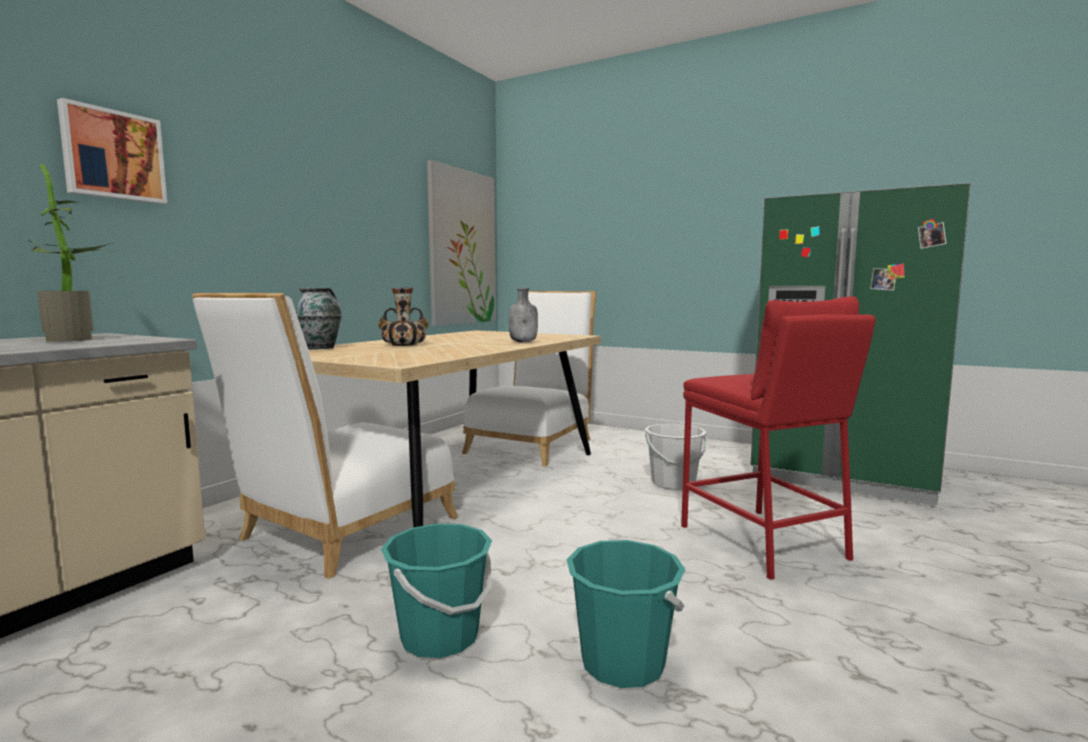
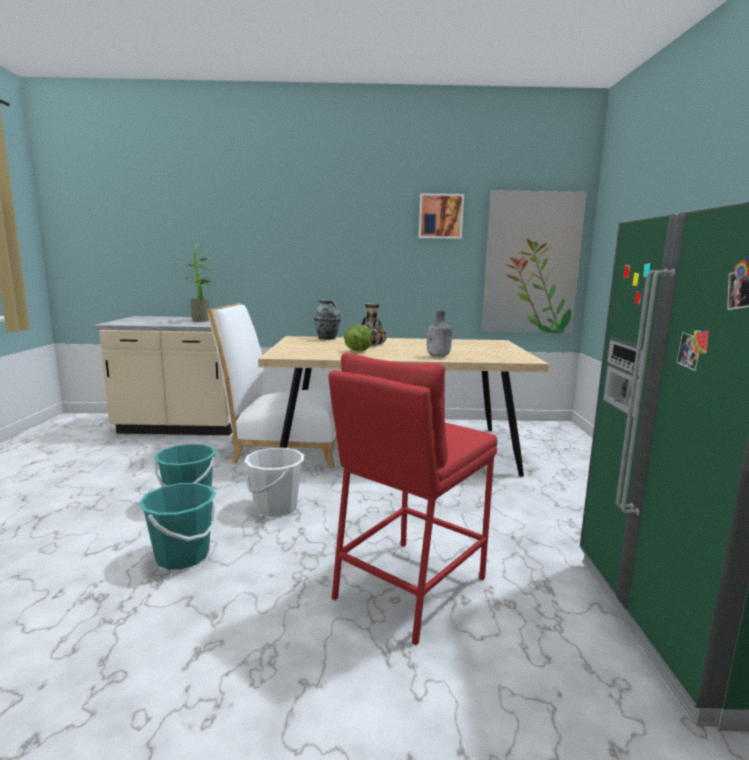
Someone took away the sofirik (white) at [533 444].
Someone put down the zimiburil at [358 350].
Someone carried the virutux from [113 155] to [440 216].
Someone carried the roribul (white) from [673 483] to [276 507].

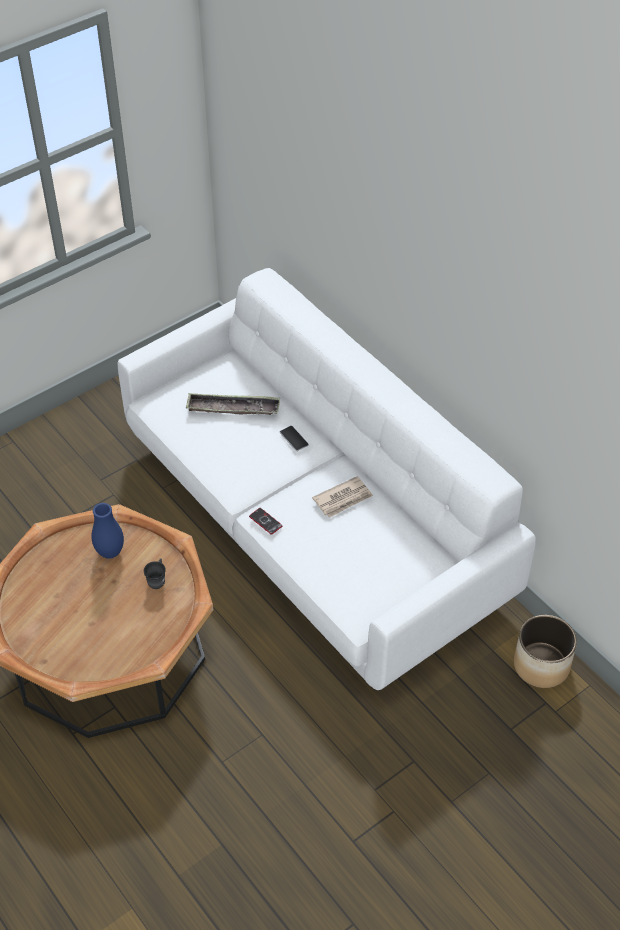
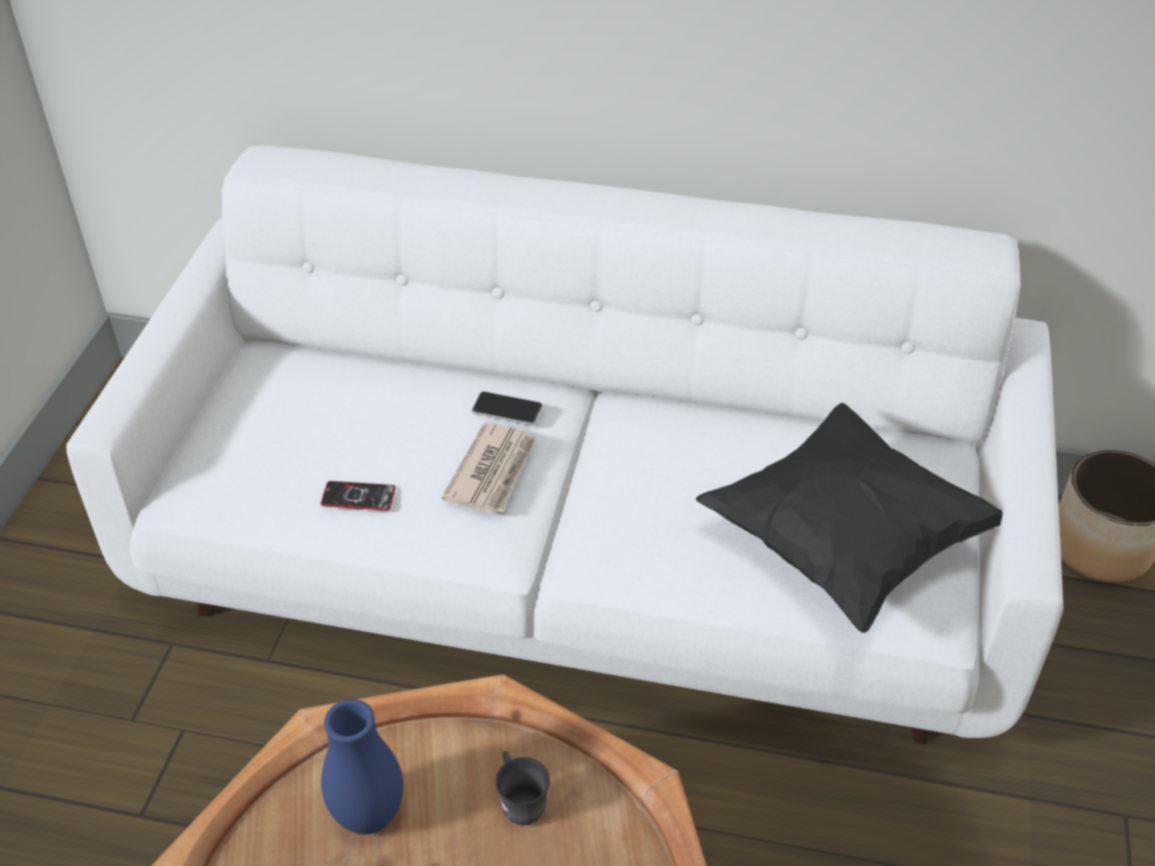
Someone took away the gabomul at [233 408].
Someone put down the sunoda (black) at [844 543].
Someone carried the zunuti from [265 521] to [358 497].
Someone carried the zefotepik from [343 499] to [493 471].

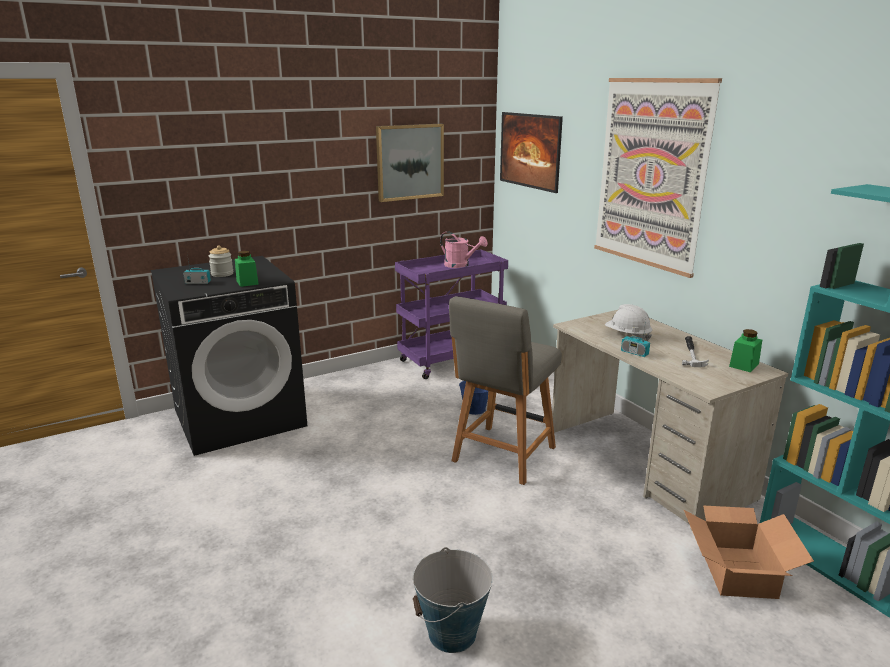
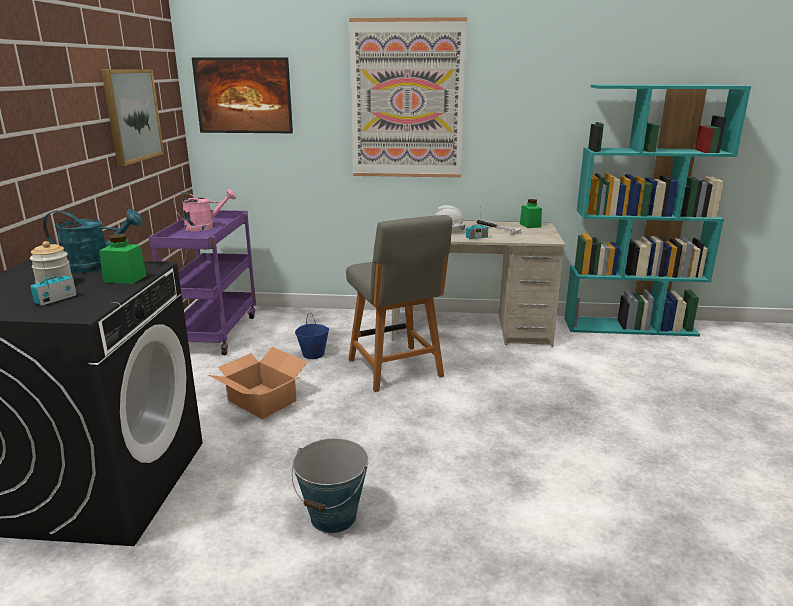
Someone put down the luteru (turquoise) at [96 266].
Someone carried the roribul from [452 633] to [333 517].
Someone carried the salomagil from [738 571] to [262 400].

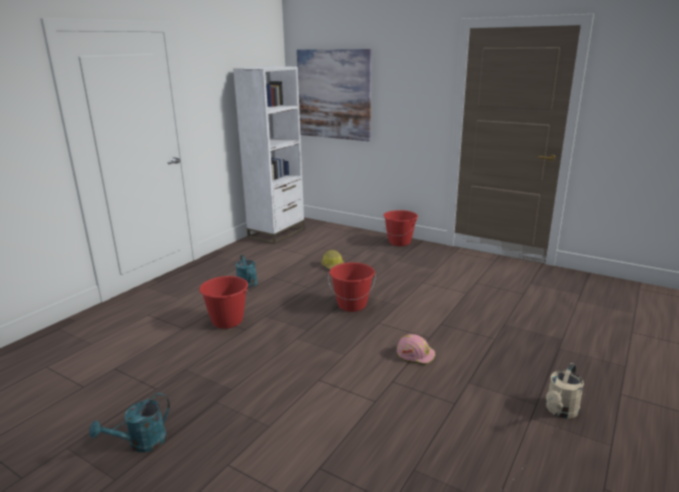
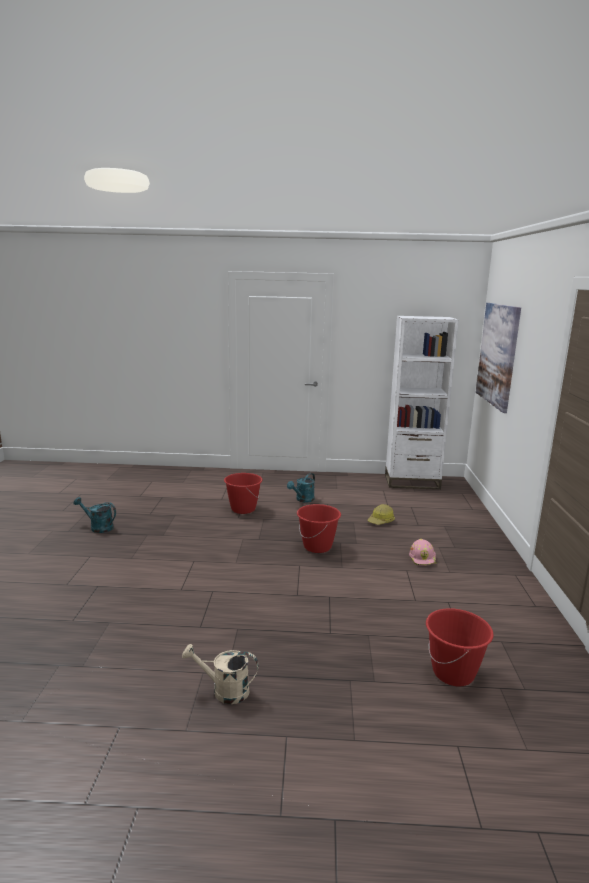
Someone carried the roribul (red) from [399 242] to [453 673].
Someone carried the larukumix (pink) from [415 355] to [423 559].

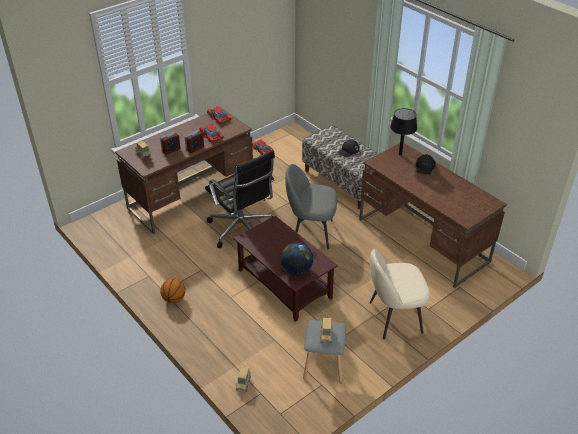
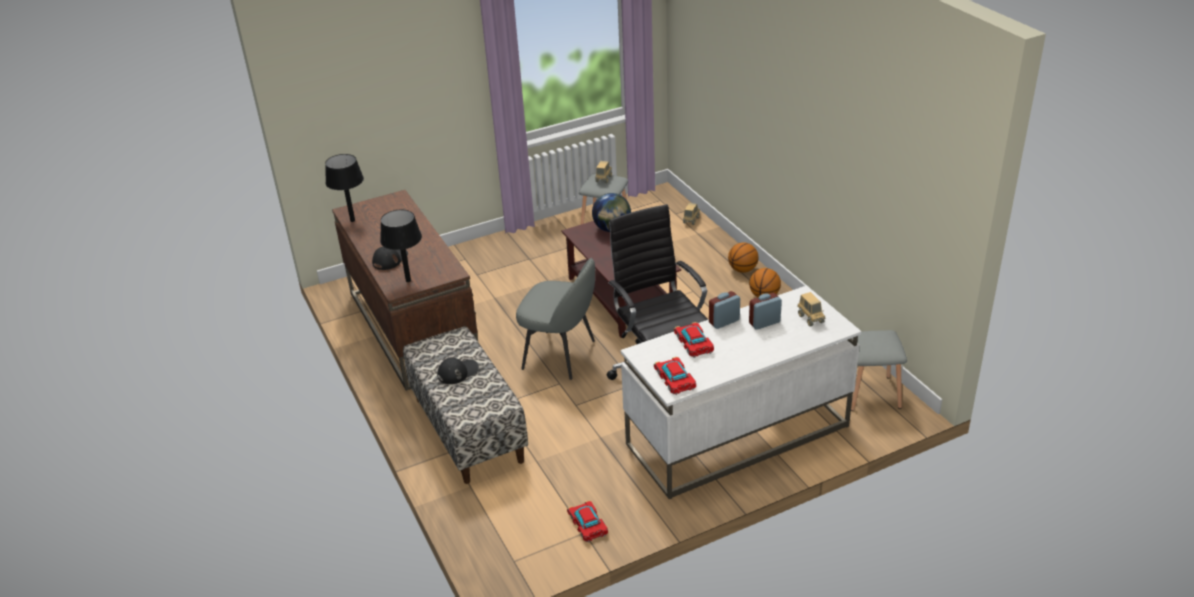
Someone took away the sofirik (beige) at [393 317].
Someone put down the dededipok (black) at [352 220].
Someone put down the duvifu at [742 270].
Someone put down the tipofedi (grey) at [869 392].
Someone repainted the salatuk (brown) at [192 196], which became the salatuk (white) at [736 436].

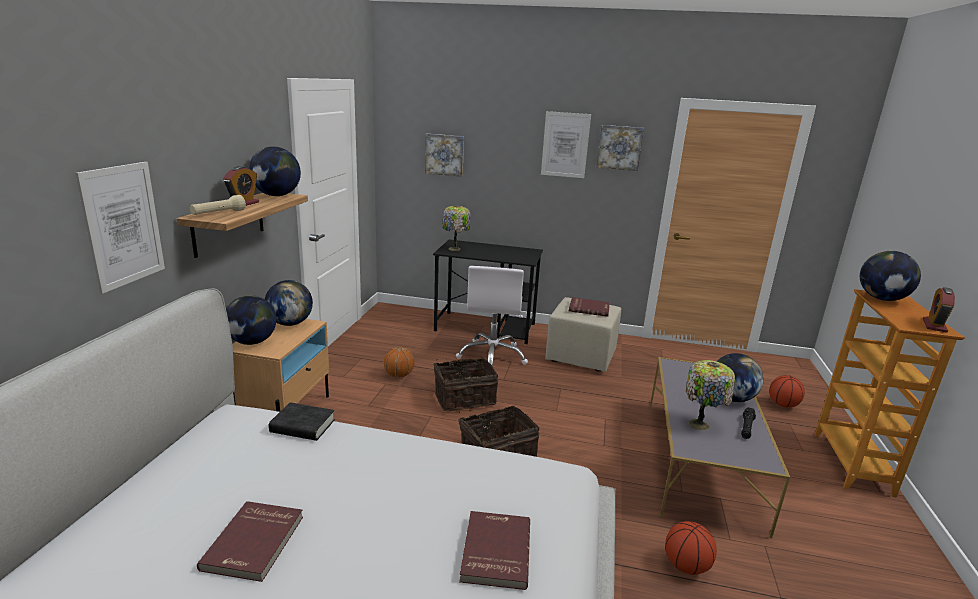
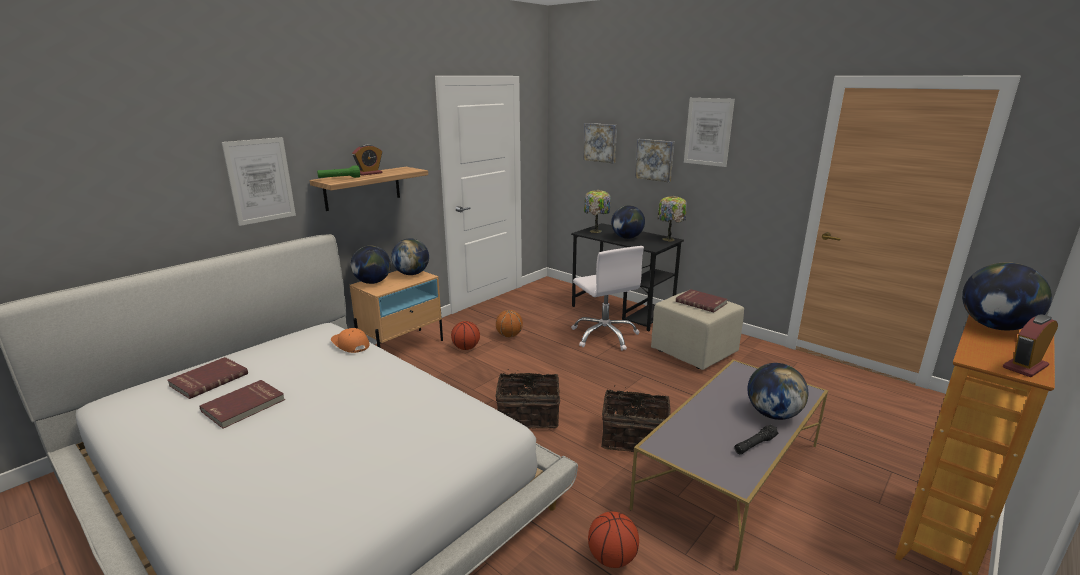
Someone carried the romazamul from [277 195] to [627 238].
Someone carried the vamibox from [464 398] to [634 437].
Someone carried the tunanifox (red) from [494 551] to [208 379].
Someone carried the virutux from [619 147] to [655 160].
Someone carried the dededipok from [700 424] to [669 239].
Someone carried the duvifu from [783 405] to [466 348].
Someone swapped the tunanifox (black) at [302 426] for the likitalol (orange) at [350 345].
Someone repainted the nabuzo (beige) at [218 213], which became the nabuzo (green) at [339 178].
Someone rotated the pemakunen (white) at [492 356] by 60 degrees counterclockwise.

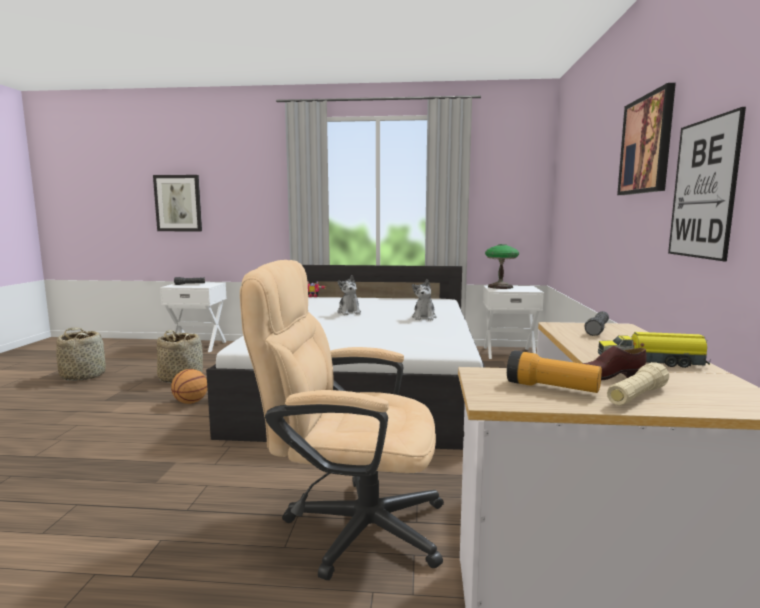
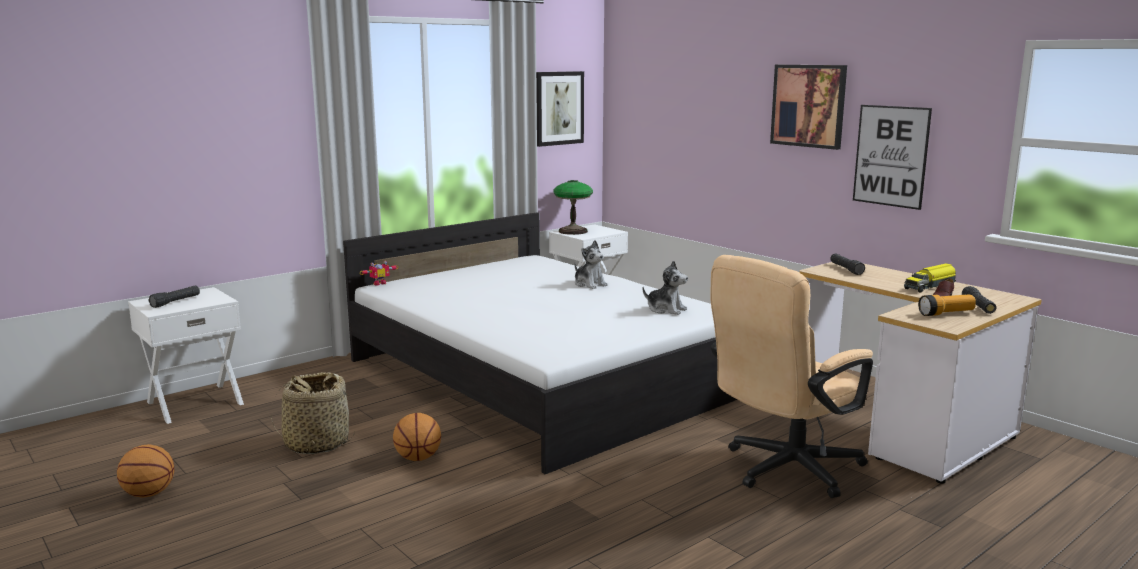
Someone carried the virutux from [178 203] to [558 108].
Someone carried the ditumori from [349 312] to [666 309].
Someone swapped the vamibox at [83 375] for the duvifu at [149 494].
Someone repainted the nabuzo (beige) at [636 396], which became the nabuzo (black) at [978 307].

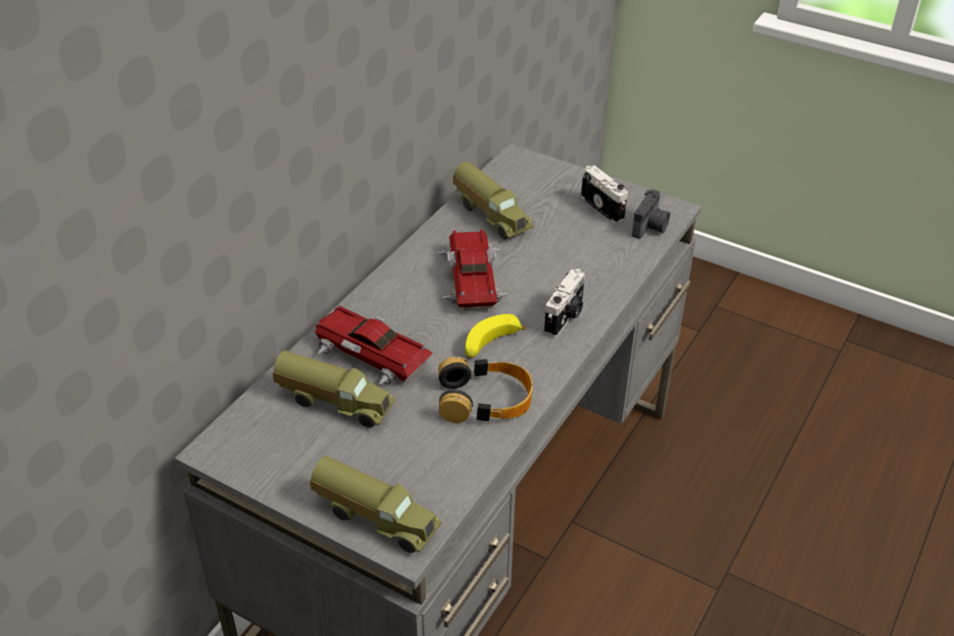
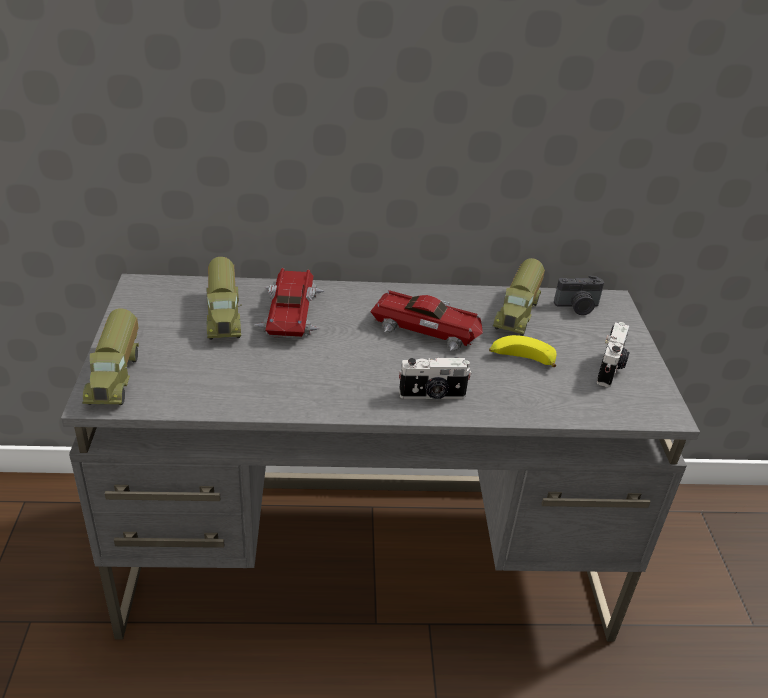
Someone took away the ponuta at [485 400].
Someone carried the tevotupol from [490 345] to [520 359].
Someone carried the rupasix from [651 227] to [577 307].
Someone rotated the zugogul at [471 278] by 60 degrees clockwise.

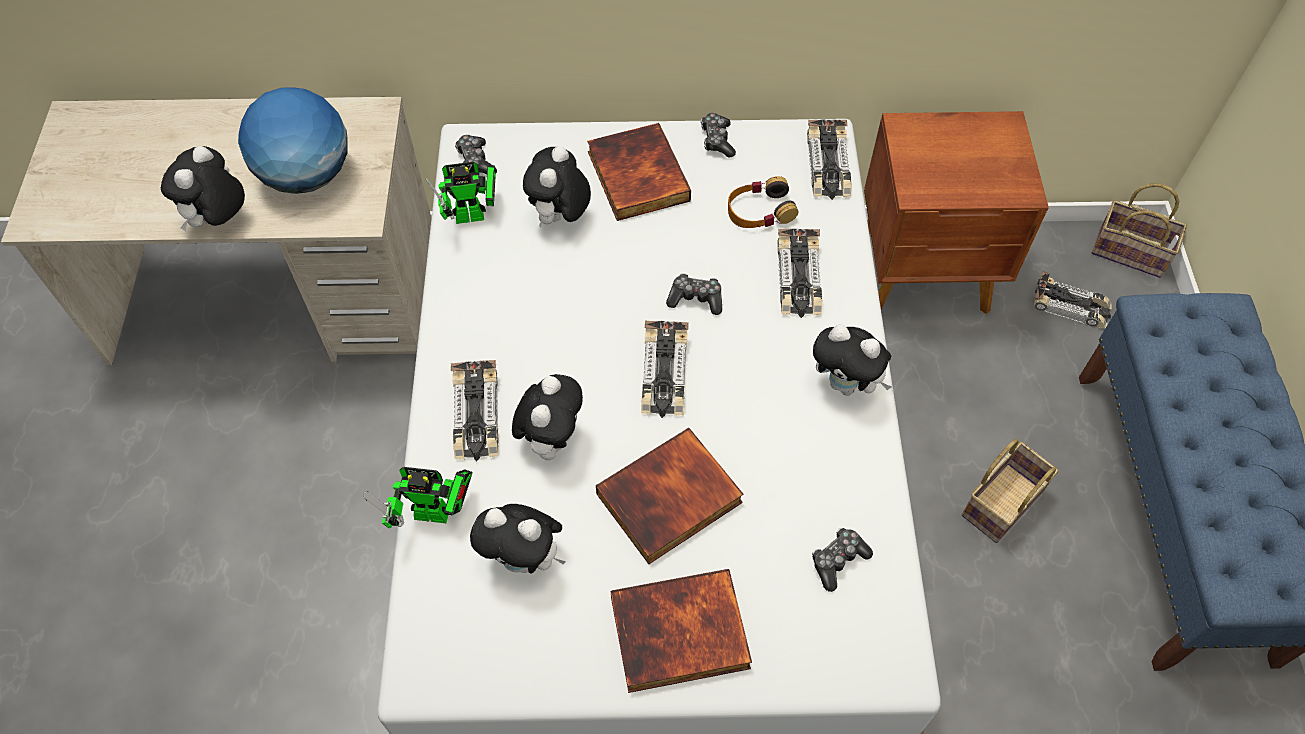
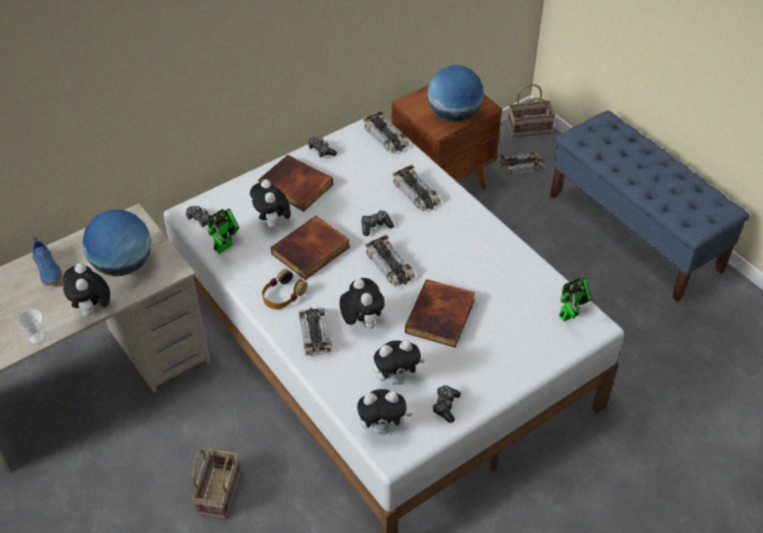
Someone put down the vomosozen at [37 338].
Someone put down the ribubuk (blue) at [48 269].
Someone put down the romazamul at [453 115].
Someone carried the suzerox from [437 515] to [571 314].
Someone carried the tunanifox from [679 636] to [311 251].
Someone carried the ponuta from [759 211] to [283 294].
Someone carried the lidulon from [838 561] to [445 406].
Someone carried the ditumori from [846 384] to [382 427].
Someone carried the vamibox from [1002 501] to [218 491].
Someone rotated the zugogul at [476 416] by 150 degrees counterclockwise.

